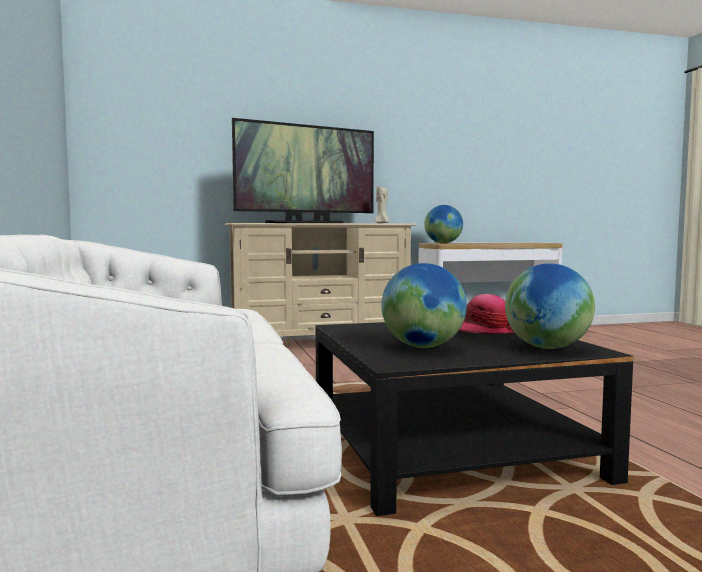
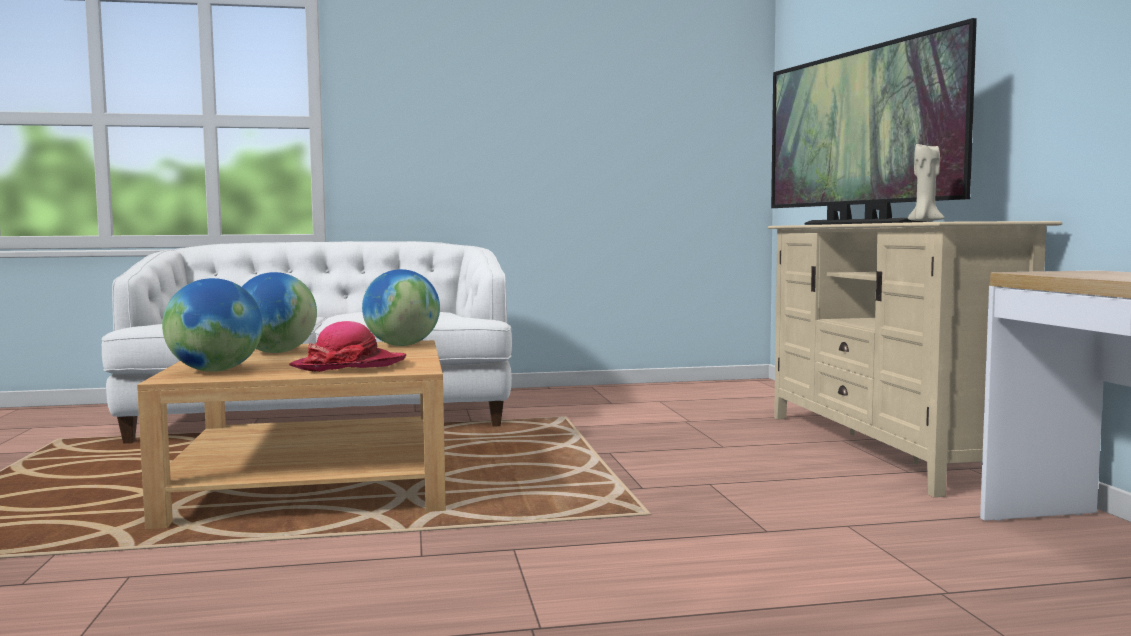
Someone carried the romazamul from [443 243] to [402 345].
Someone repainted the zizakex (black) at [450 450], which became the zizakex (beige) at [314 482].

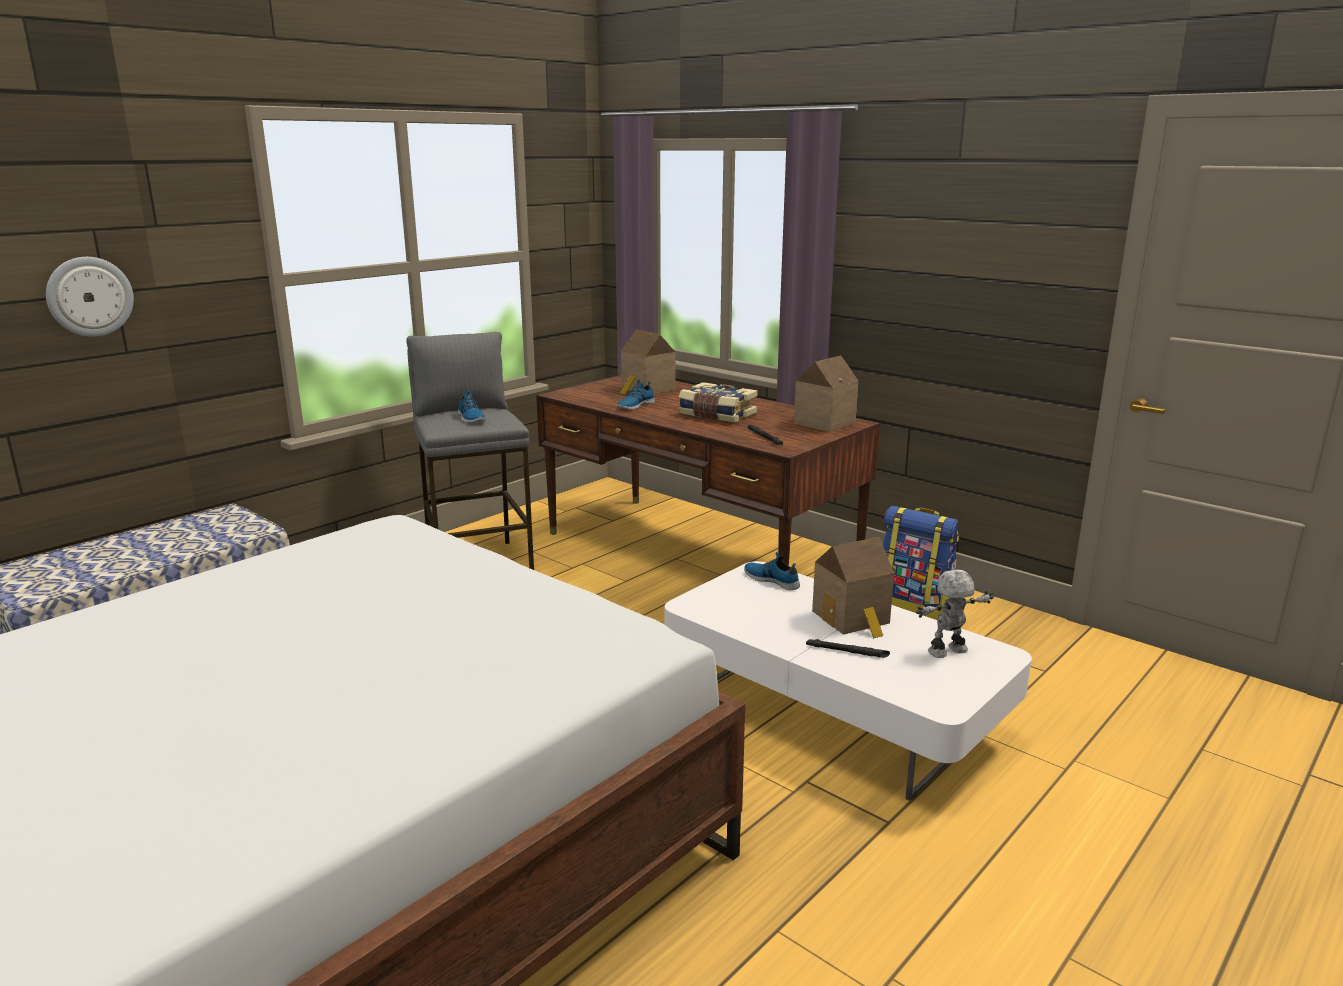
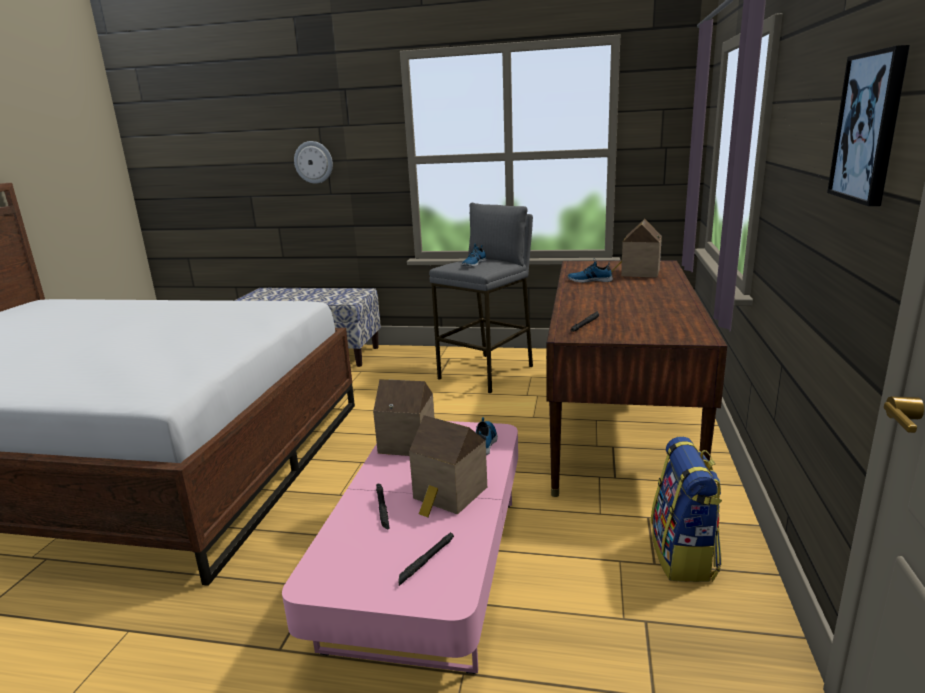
Someone took away the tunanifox at [716 415].
Someone put up the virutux at [869 127].
Someone carried the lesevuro from [821 423] to [407 442].
Someone swapped the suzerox at [948 652] for the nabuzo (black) at [426 561].
Someone repainted the zizakex (white) at [832 712], which became the zizakex (pink) at [428 568].

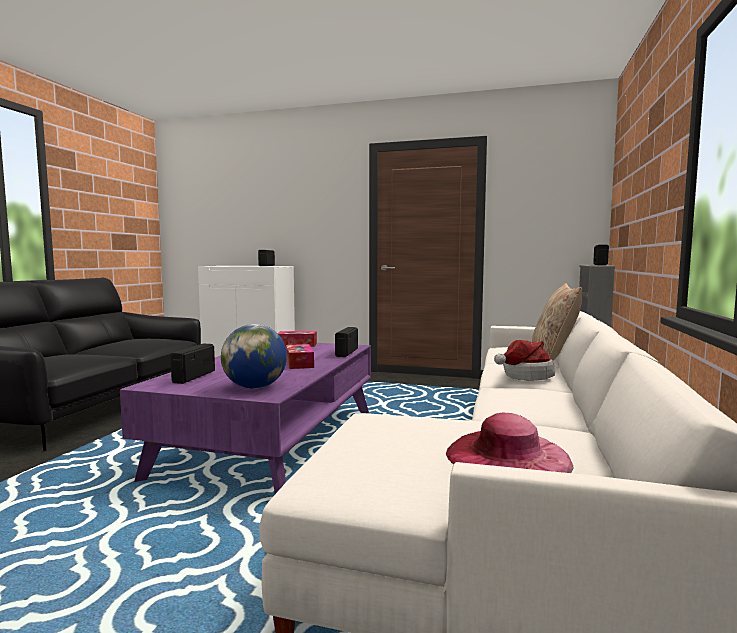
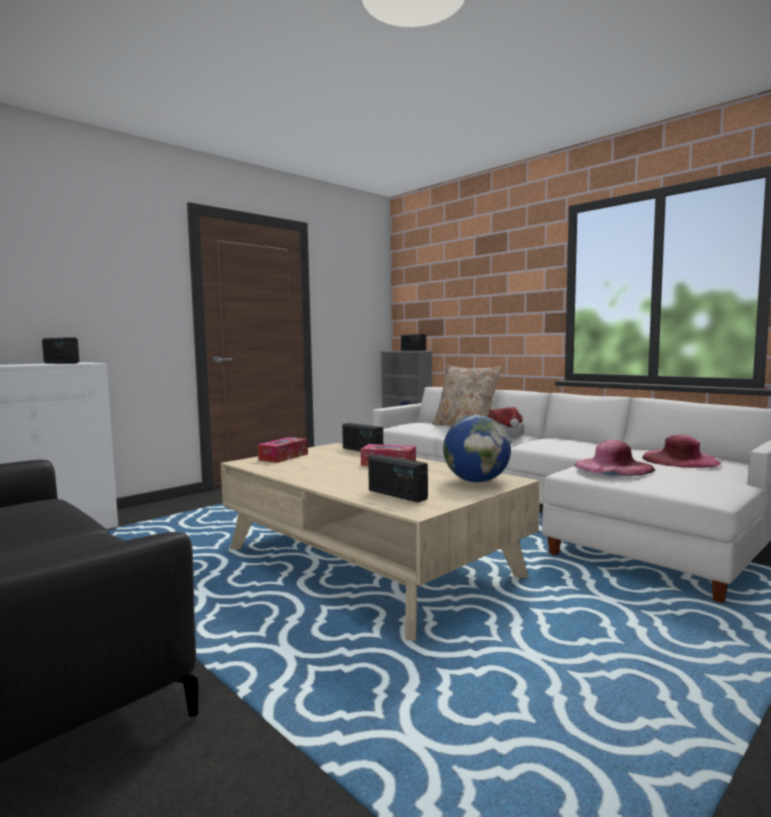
Someone put down the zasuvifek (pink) at [613 467].
Someone repainted the zizakex (purple) at [272 441], which became the zizakex (beige) at [368 562].

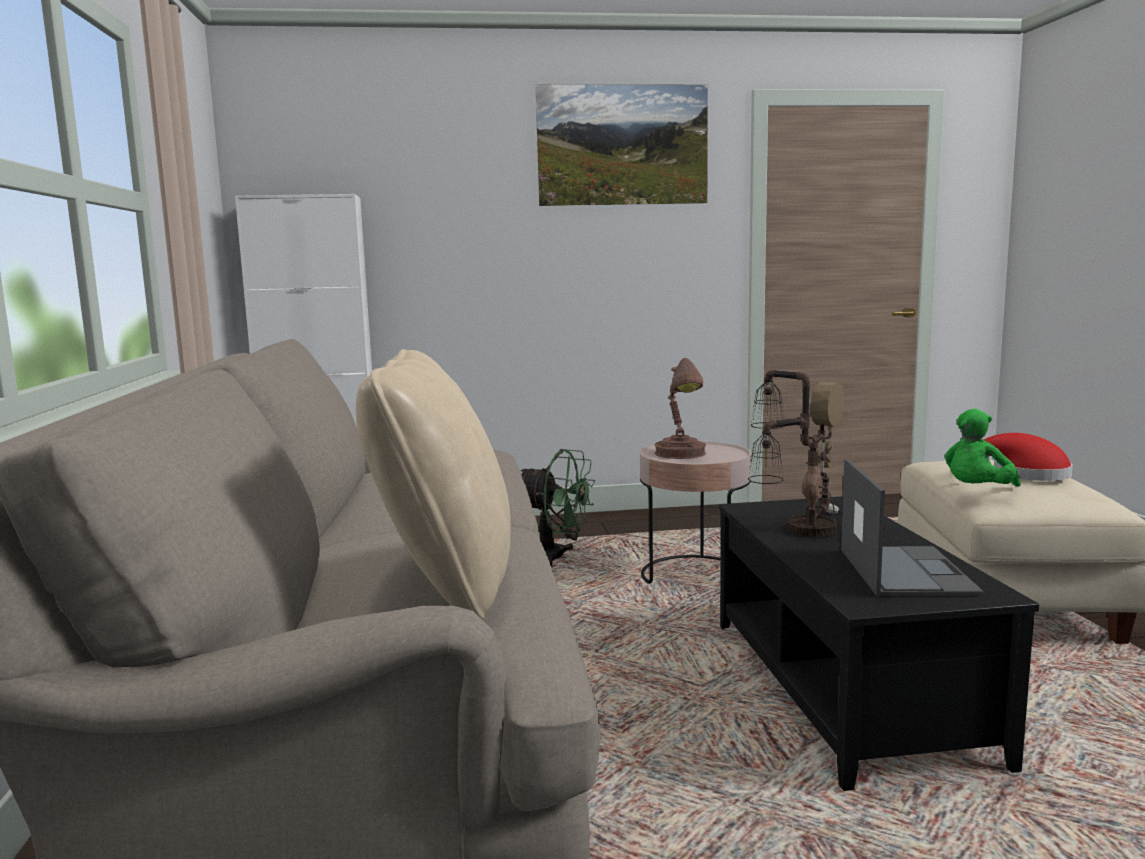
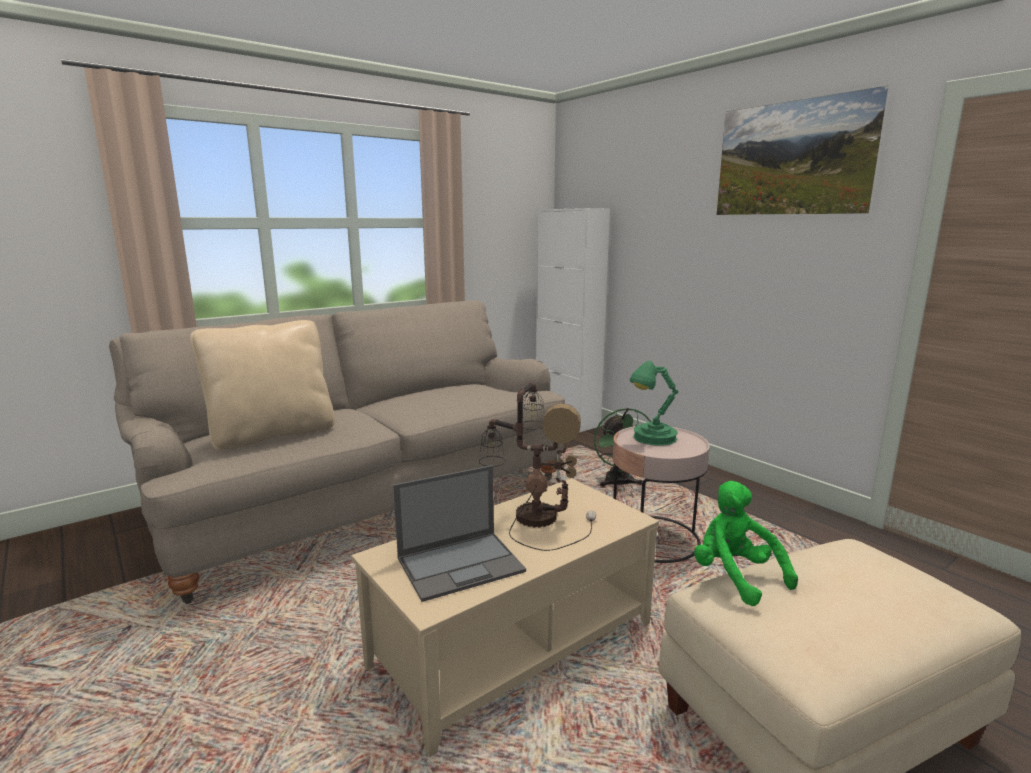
Someone took away the zasuvifek (red) at [1023 475].
Someone repainted the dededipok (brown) at [681 454], which became the dededipok (green) at [652 438].
Someone repainted the zizakex (black) at [841 688], which became the zizakex (beige) at [512 643].
Someone rotated the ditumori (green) at [976 492] by 45 degrees clockwise.

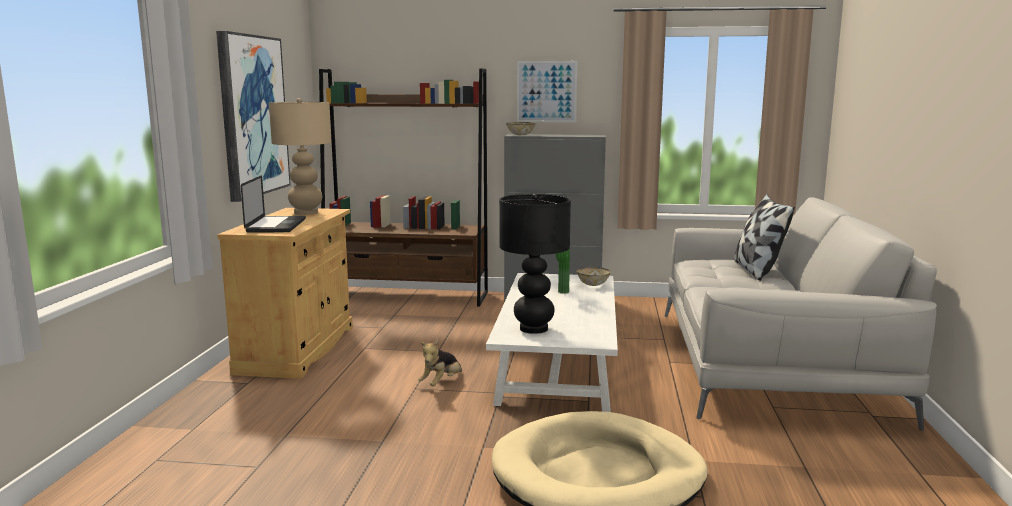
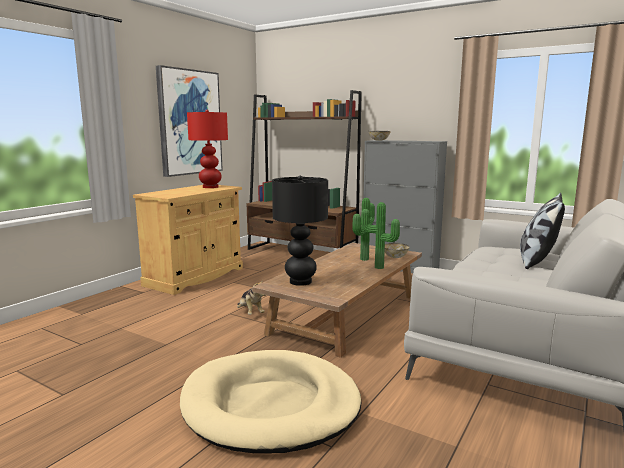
Someone took away the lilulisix at [276 226].
Someone took away the virutux at [546 91].
Someone put down the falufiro at [378 268].
Someone repainted the dededipok (beige) at [306 213], which became the dededipok (red) at [211 187].
Someone repainted the zizakex (white) at [559 364], which became the zizakex (brown) at [347 314].
Someone rotated the ditumori at [441 383] by 90 degrees counterclockwise.

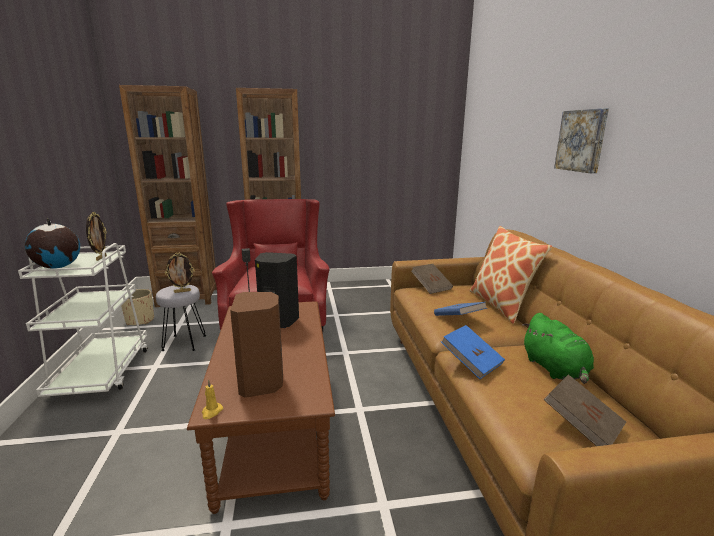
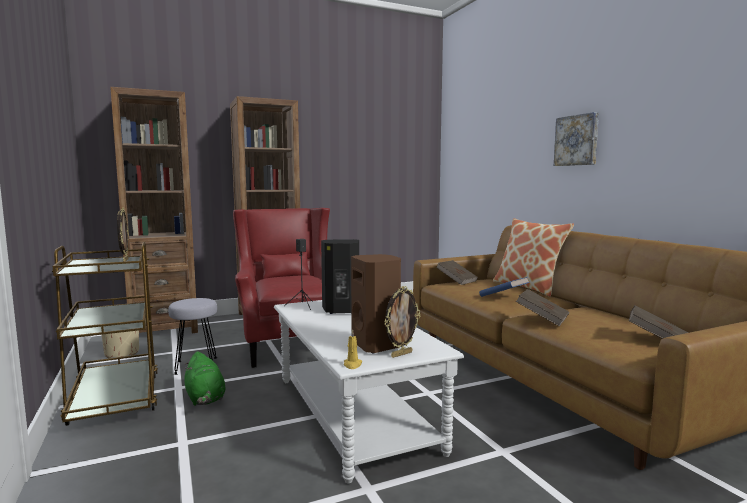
Someone took away the romazamul at [58 267].
Someone carried the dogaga from [182 291] to [401 354].
Someone carried the ditumori (green) from [555 369] to [205 398].
Someone repainted the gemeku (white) at [102 372], which became the gemeku (brown) at [115 400].
Someone repainted the zizakex (brown) at [274 424], which became the zizakex (white) at [354 414].
Someone repainted the tunanifox (blue) at [471 362], which became the tunanifox (brown) at [542 319].

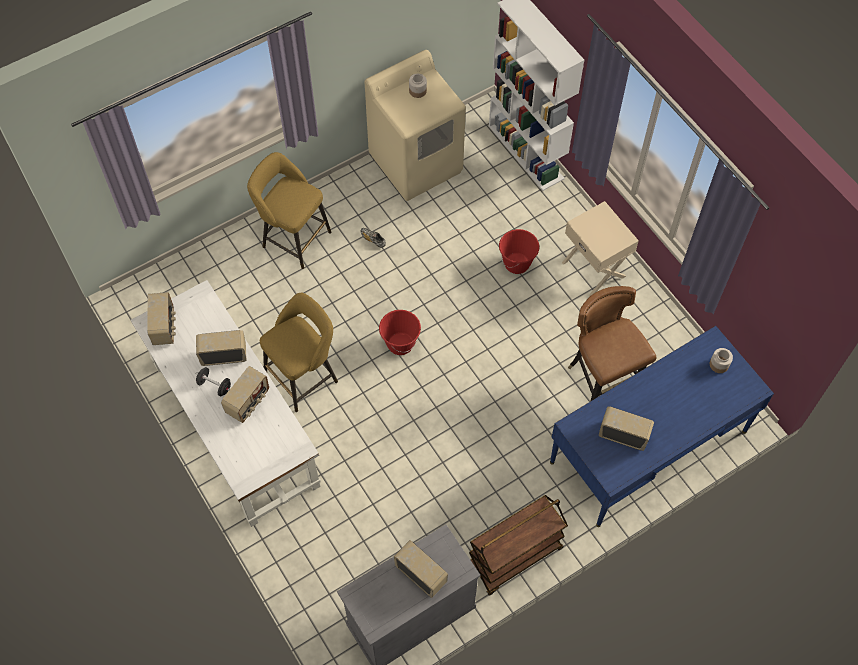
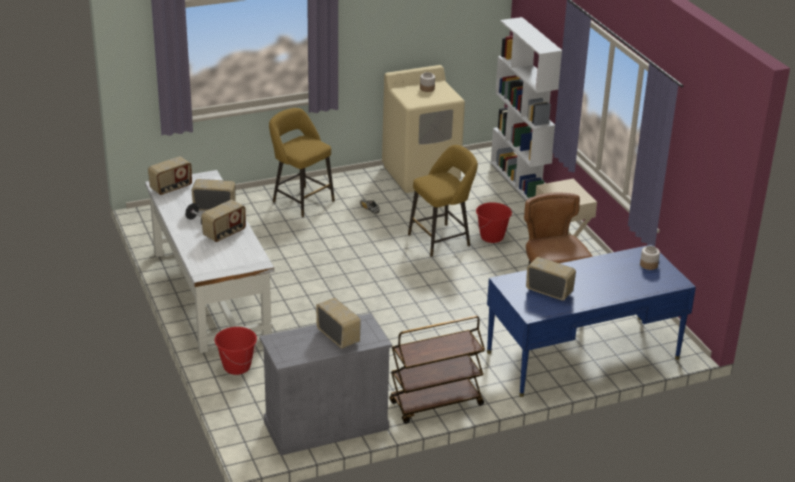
Someone carried the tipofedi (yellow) from [304 376] to [442 239].
Someone carried the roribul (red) from [400 344] to [236 367].
Someone rotated the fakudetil at [164 327] by 45 degrees clockwise.

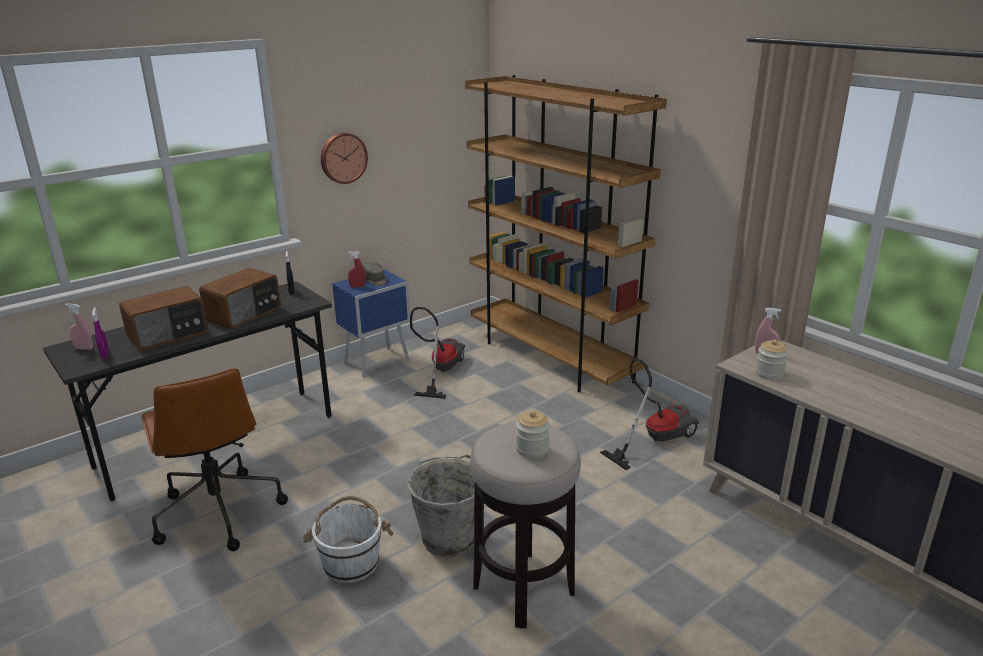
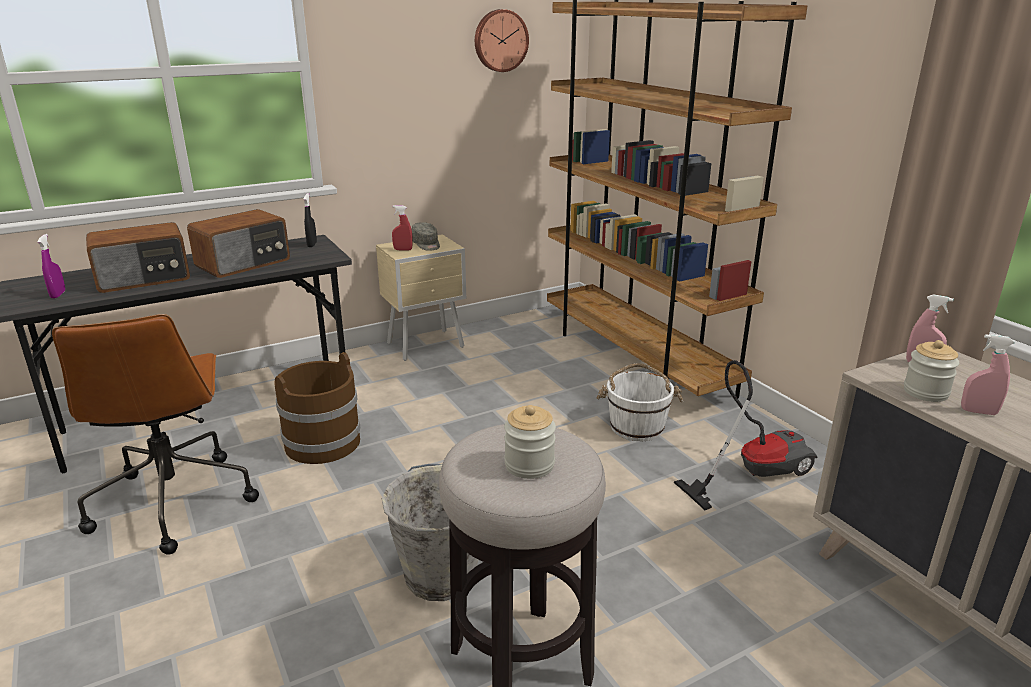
Someone took away the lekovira at [440 371].
Someone put down the roribul (brown) at [323 442].
Someone carried the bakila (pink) from [84 348] to [978 412].
Someone carried the roribul (white) from [351 562] to [637 426].
Someone carried the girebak from [343 158] to [500 40].
Someone repainted the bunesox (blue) at [378 362], which became the bunesox (beige) at [427 345].

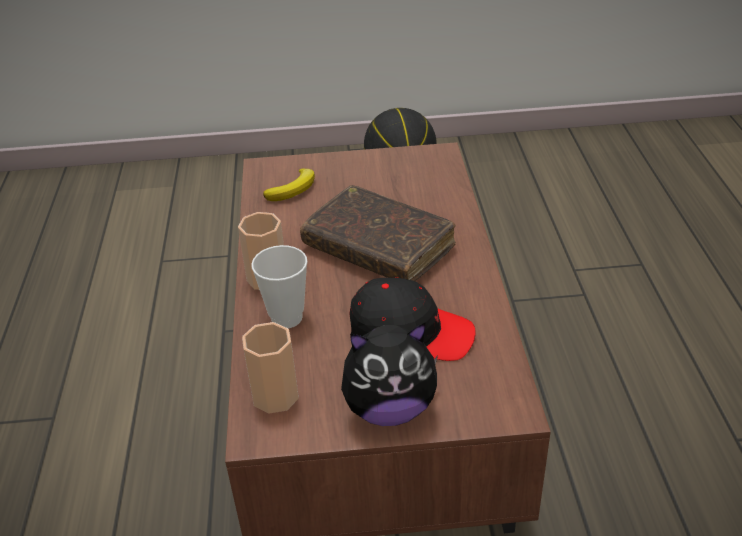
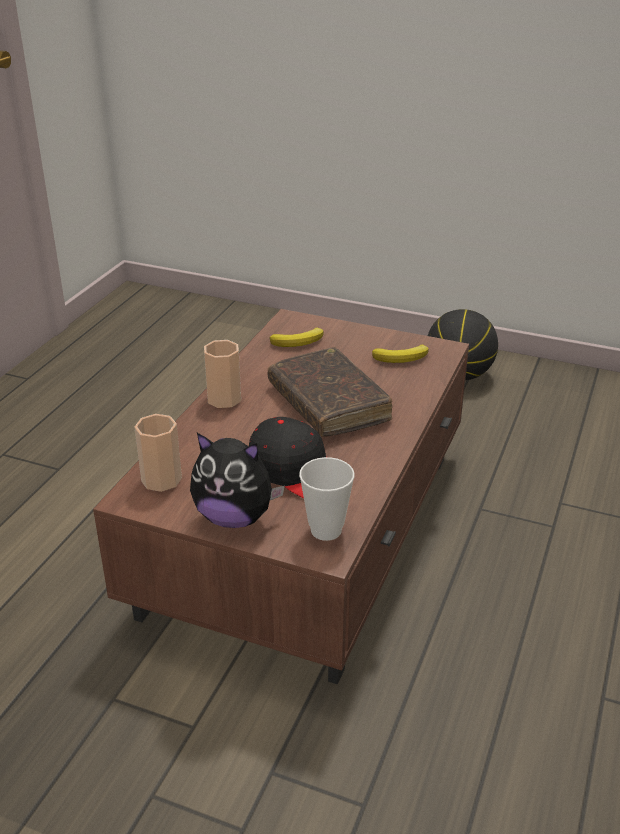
Someone put down the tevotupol at [402 357].
Someone carried the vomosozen from [286 318] to [326 530].

